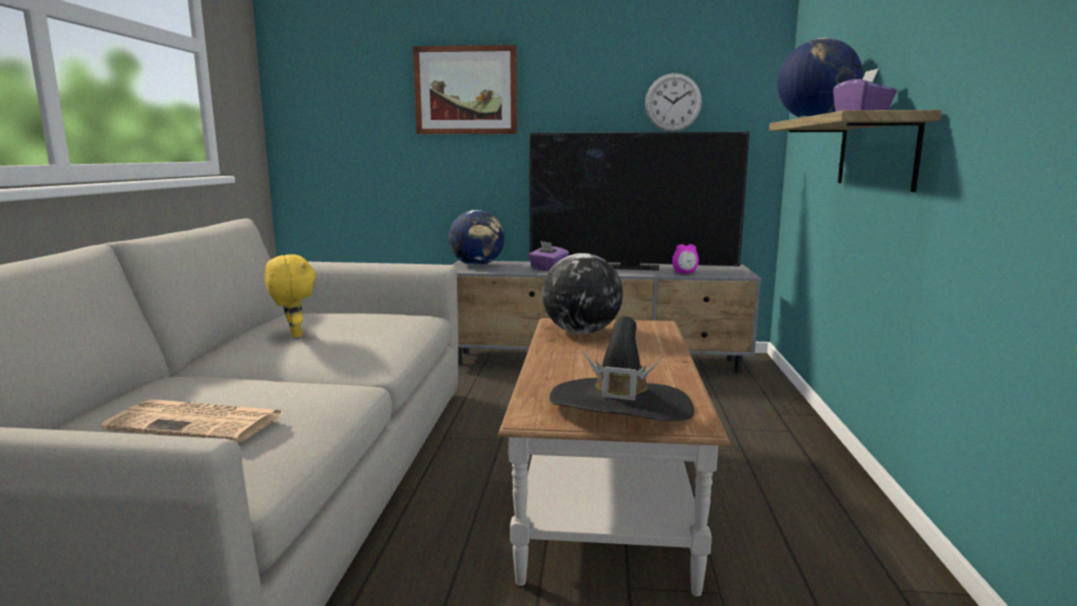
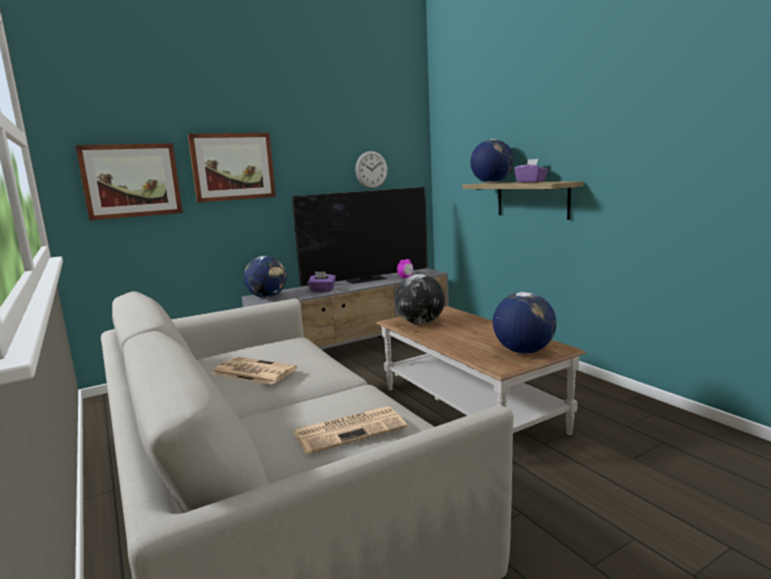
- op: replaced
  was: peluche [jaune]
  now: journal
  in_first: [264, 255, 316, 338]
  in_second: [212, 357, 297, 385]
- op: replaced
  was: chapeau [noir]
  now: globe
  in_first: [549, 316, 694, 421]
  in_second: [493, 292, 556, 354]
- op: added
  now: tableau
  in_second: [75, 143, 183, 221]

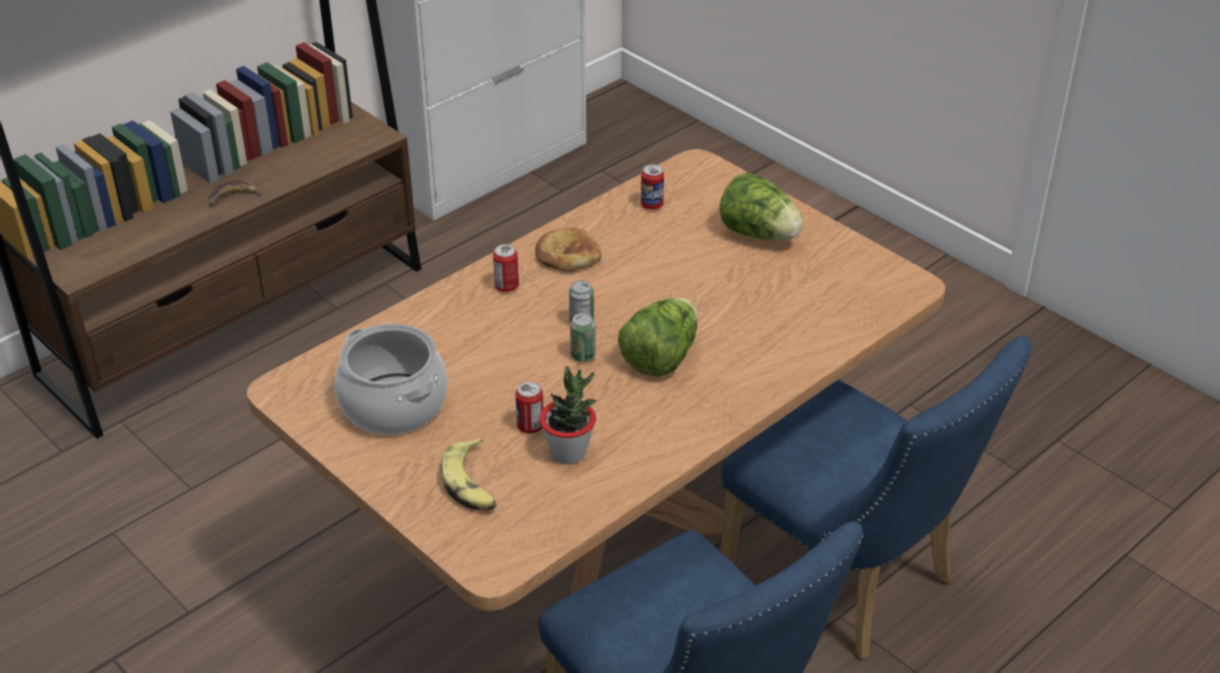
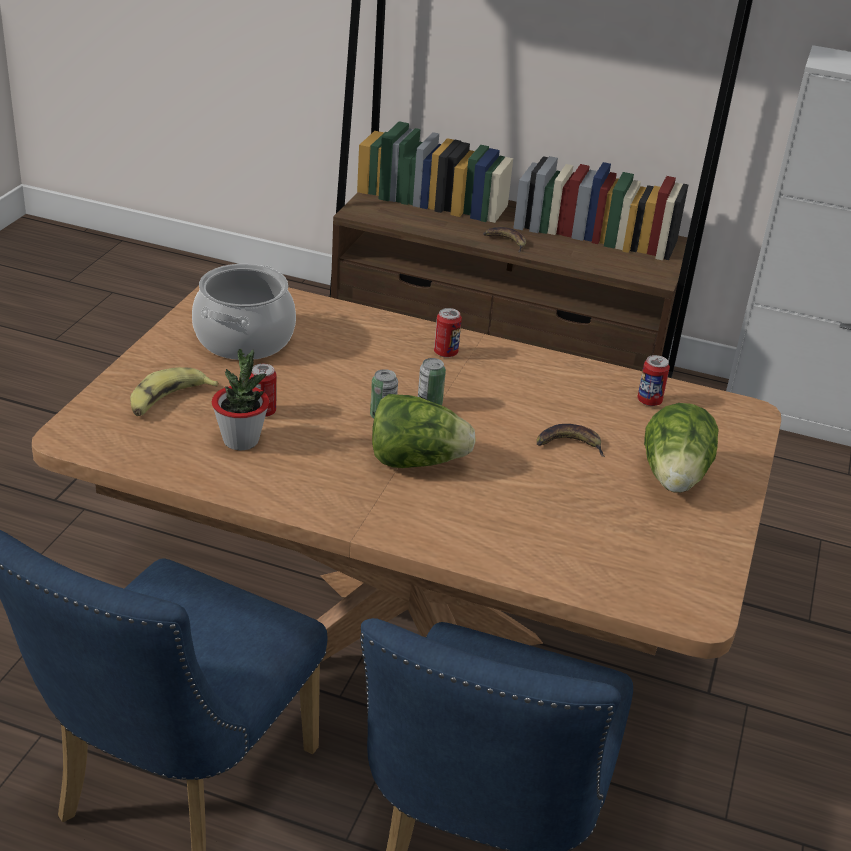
- op: removed
  was: pain
  in_first: [536, 228, 602, 271]
- op: added
  now: banane
  in_second: [537, 424, 605, 457]

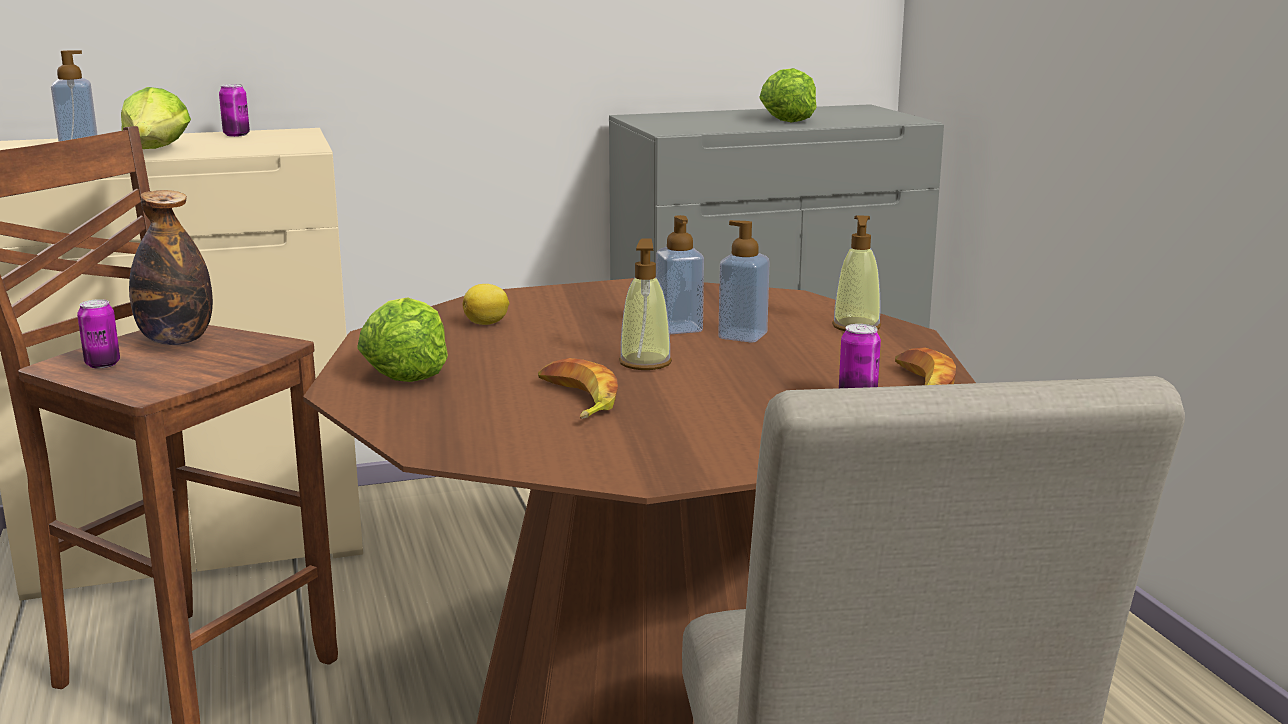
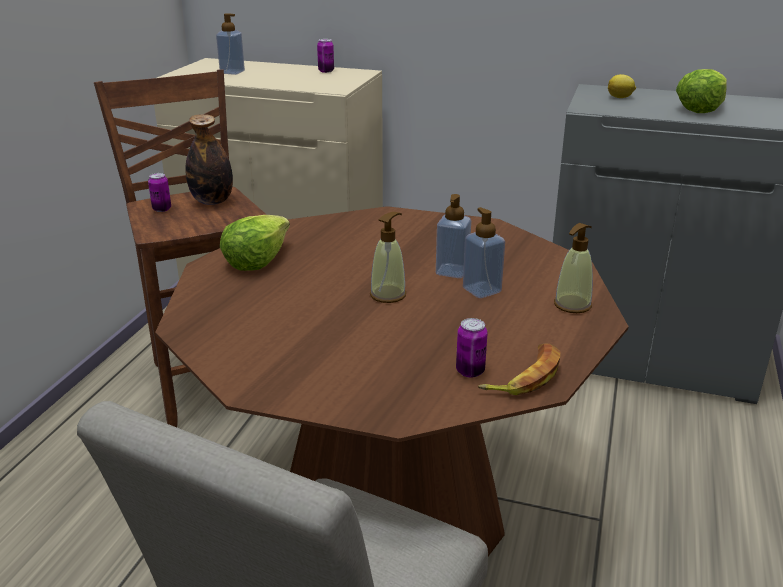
- op: removed
  was: laitue
  in_first: [121, 87, 191, 149]
- op: moved
  was: citron
  in_first: [462, 284, 509, 325]
  in_second: [608, 74, 636, 98]
- op: removed
  was: banane
  in_first: [538, 358, 618, 419]

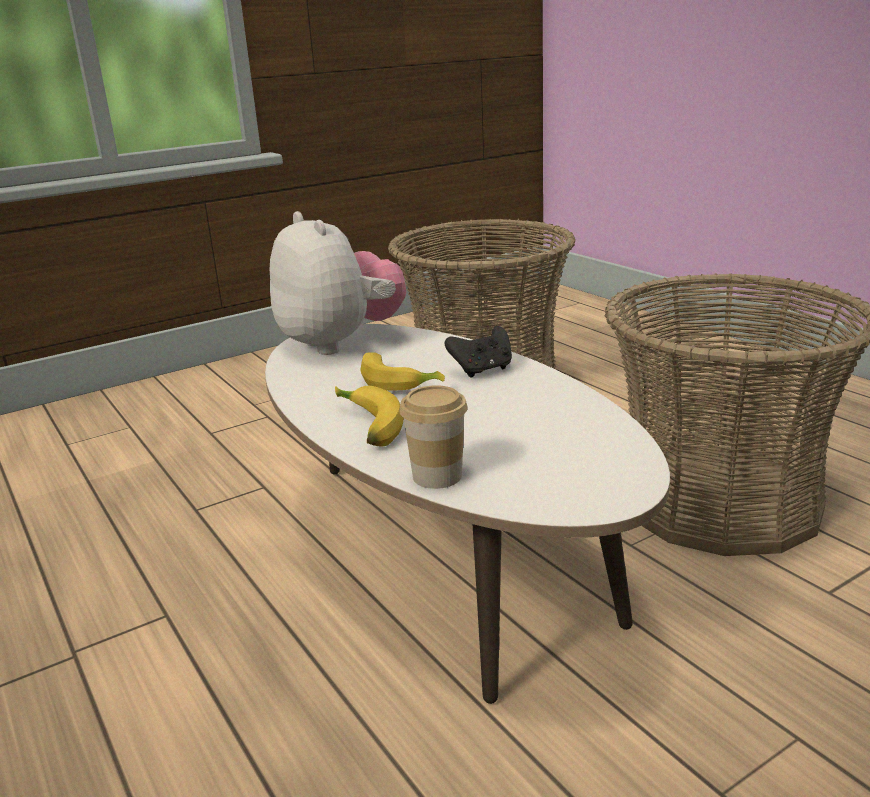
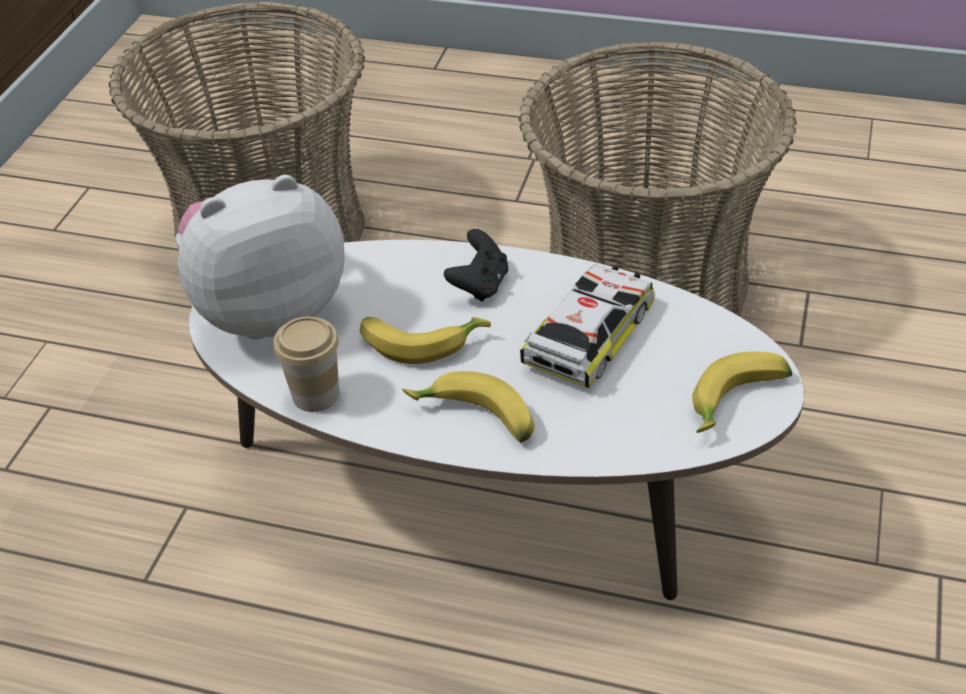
- op: turned
  was: peluche
  in_first: [270, 211, 406, 355]
  in_second: [175, 175, 345, 339]
  clockwise: -45
- op: moved
  was: tasse
  in_first: [399, 385, 468, 489]
  in_second: [273, 316, 339, 412]
- op: added
  now: petite voiture
  in_second: [520, 264, 655, 388]
- op: added
  now: banane
  in_second: [692, 352, 792, 433]

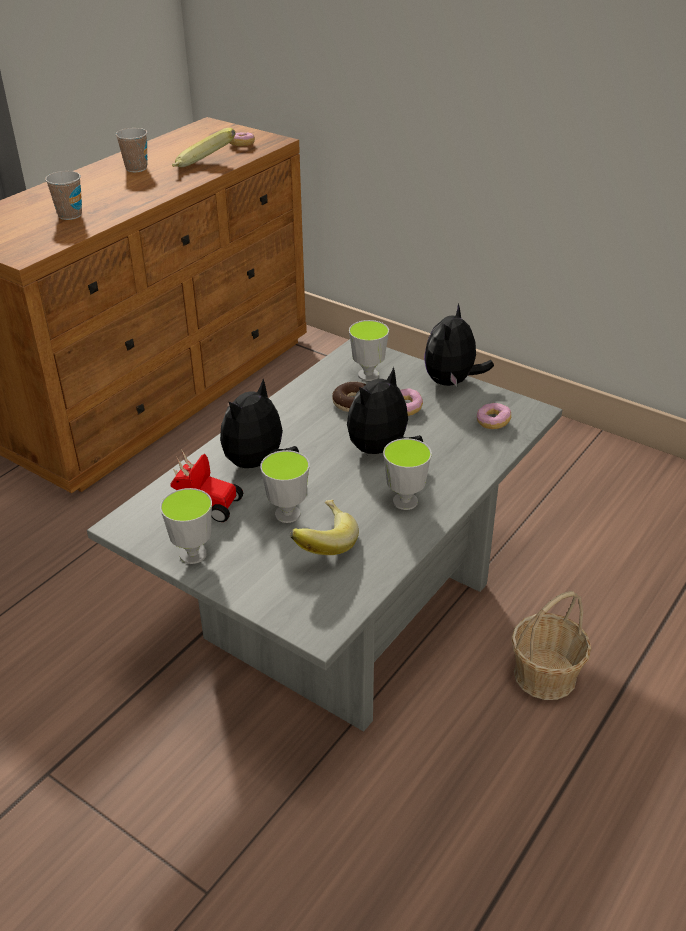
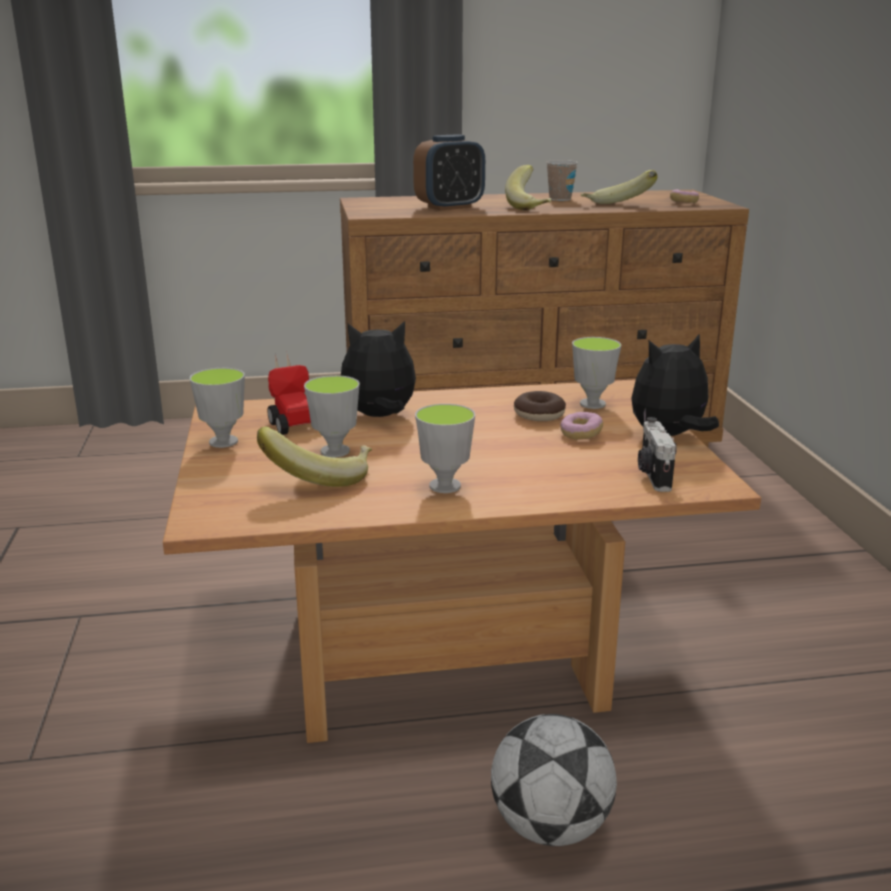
- op: replaced
  was: tasse
  now: réveil
  in_first: [45, 171, 82, 220]
  in_second: [413, 134, 485, 211]
- op: recoloured
  was: table basse [gris]
  now: table basse [marron]
  in_first: [87, 339, 562, 732]
  in_second: [163, 379, 761, 743]
- op: removed
  was: peluche
  in_first: [347, 367, 423, 454]
- op: replaced
  was: beignet
  now: appareil photo
  in_first: [477, 403, 511, 429]
  in_second: [638, 417, 677, 492]
- op: replaced
  was: panier
  now: ballon de foot
  in_first: [511, 591, 591, 700]
  in_second: [491, 714, 617, 846]
- op: added
  now: banane
  in_second: [505, 165, 552, 210]

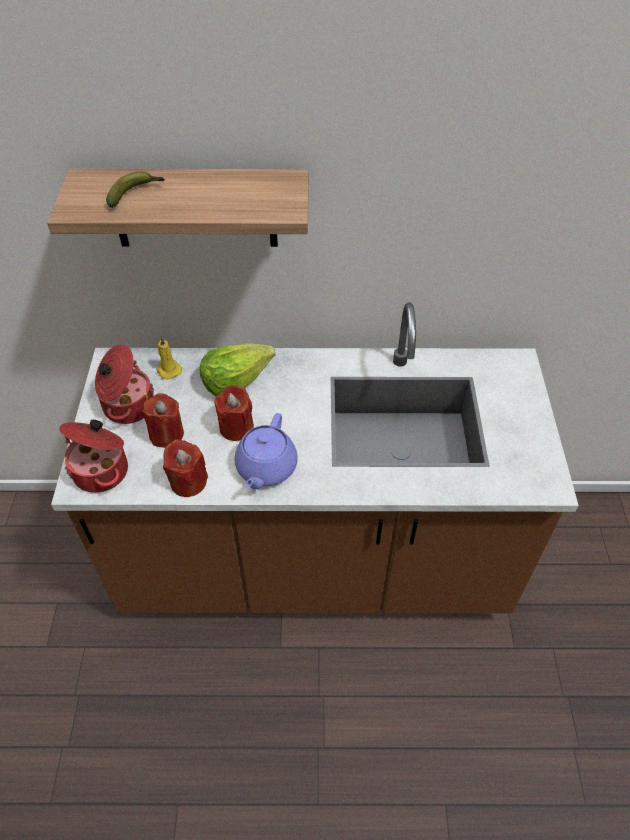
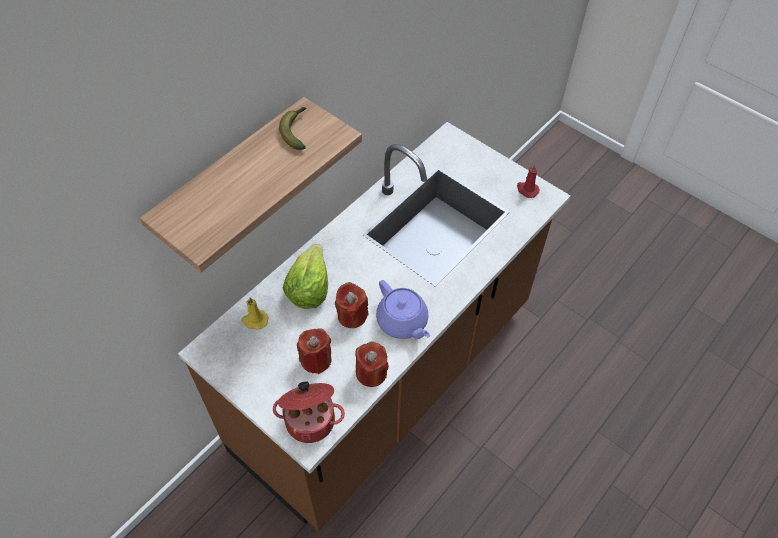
- op: removed
  was: marmite
  in_first: [95, 344, 154, 424]
- op: moved
  was: banane
  in_first: [106, 171, 165, 208]
  in_second: [279, 107, 306, 150]
- op: added
  now: bougie [rouge]
  in_second: [517, 164, 539, 198]

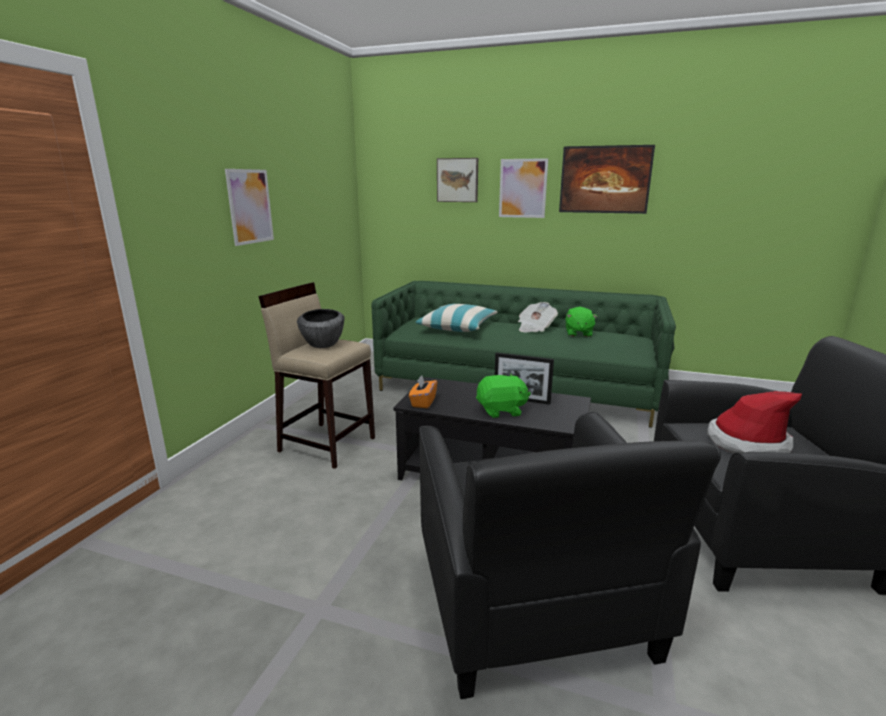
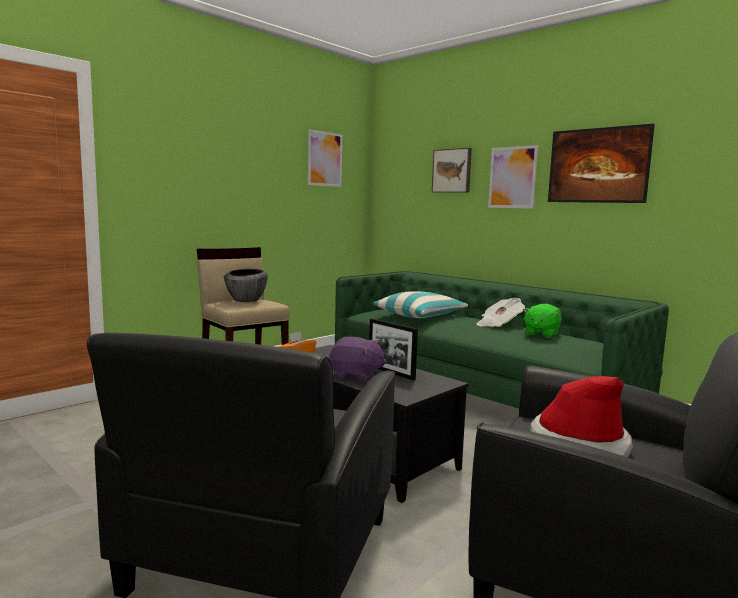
- op: moved
  was: tableau
  in_first: [225, 169, 274, 246]
  in_second: [308, 129, 342, 187]
- op: recoloured
  was: peluche [vert]
  now: peluche [violet]
  in_first: [476, 374, 531, 418]
  in_second: [329, 337, 387, 382]

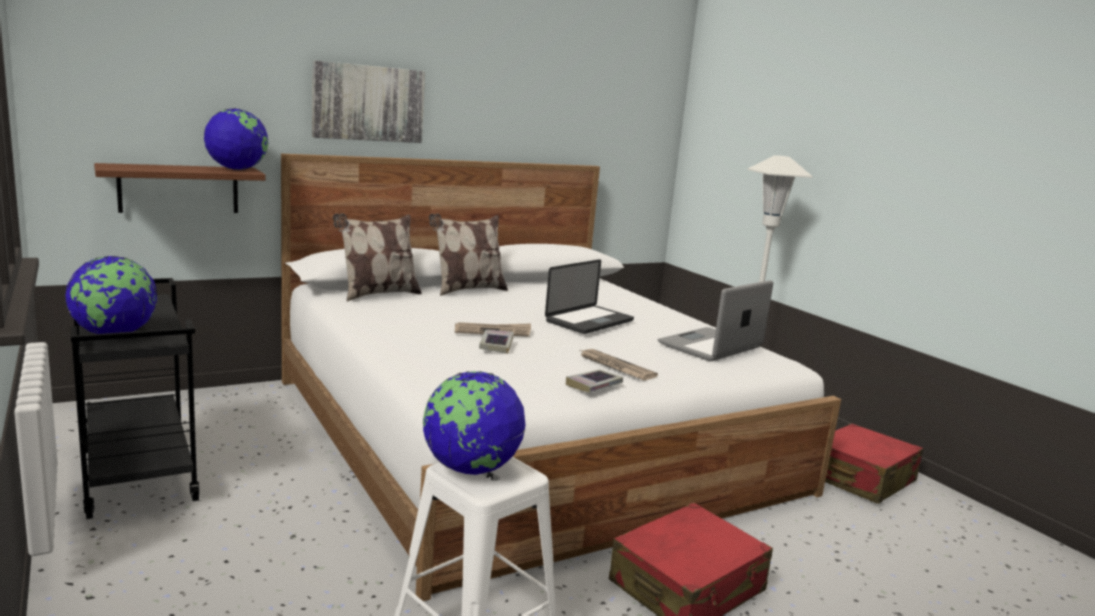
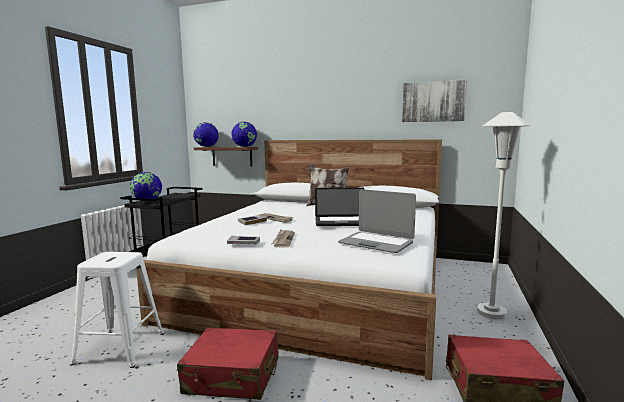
- op: moved
  was: tableau
  in_first: [312, 60, 425, 143]
  in_second: [402, 80, 467, 122]
- op: removed
  was: coussin
  in_first: [333, 213, 422, 301]
- op: moved
  was: globe
  in_first: [423, 371, 525, 475]
  in_second: [194, 122, 219, 147]
- op: turned
  was: ordinateur portable
  in_first: [658, 280, 773, 361]
  in_second: [338, 189, 416, 253]
  clockwise: -150

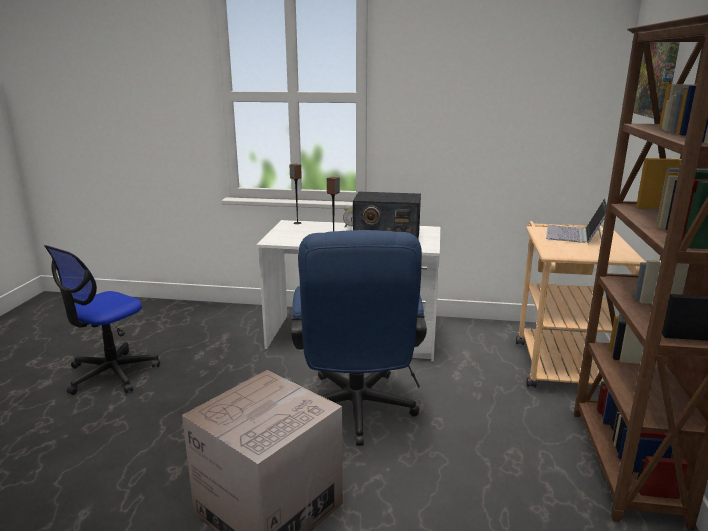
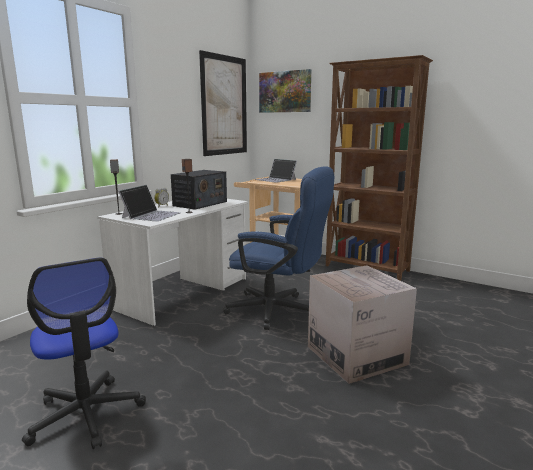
- op: added
  now: ordinateur portable
  in_second: [118, 185, 181, 222]
- op: added
  now: tableau
  in_second: [199, 50, 247, 156]

